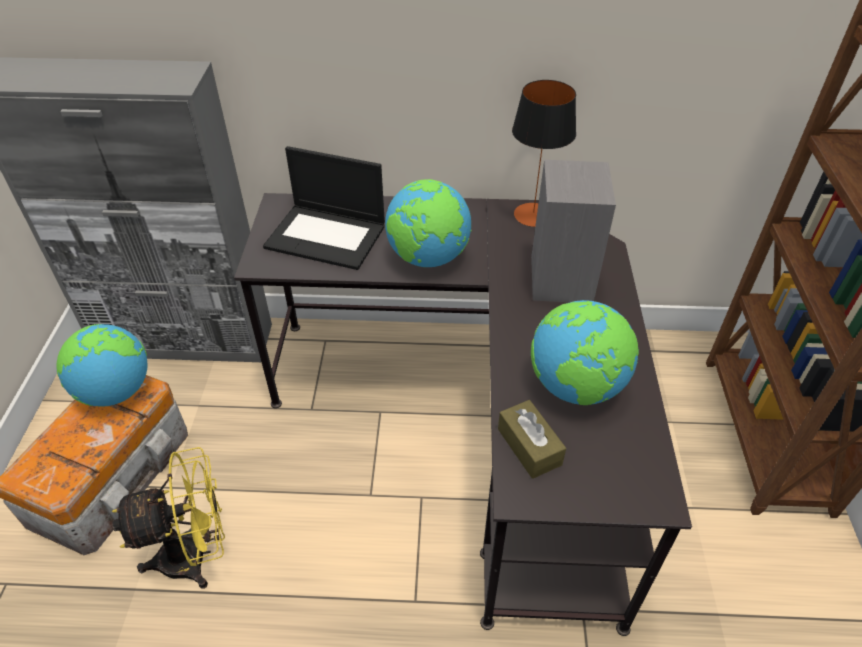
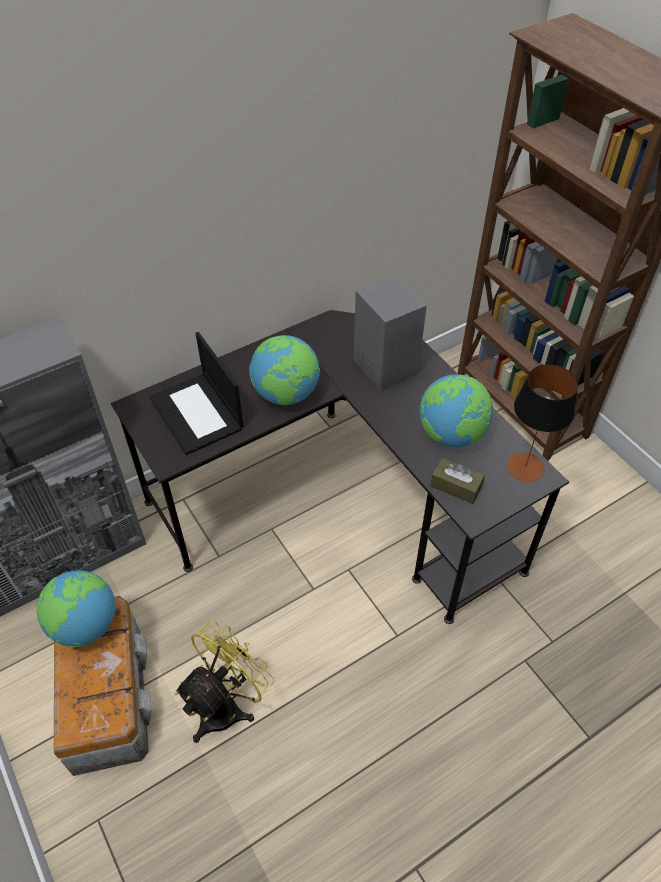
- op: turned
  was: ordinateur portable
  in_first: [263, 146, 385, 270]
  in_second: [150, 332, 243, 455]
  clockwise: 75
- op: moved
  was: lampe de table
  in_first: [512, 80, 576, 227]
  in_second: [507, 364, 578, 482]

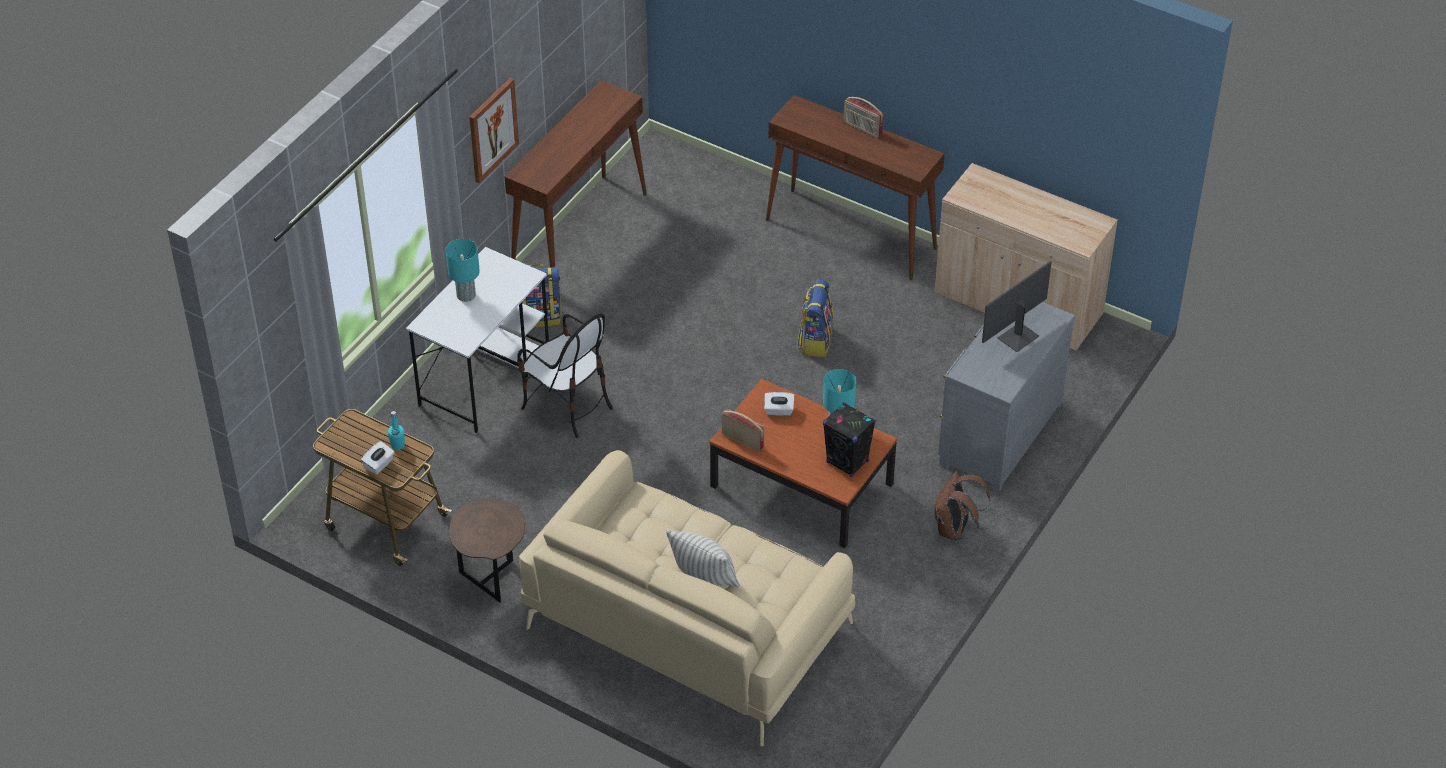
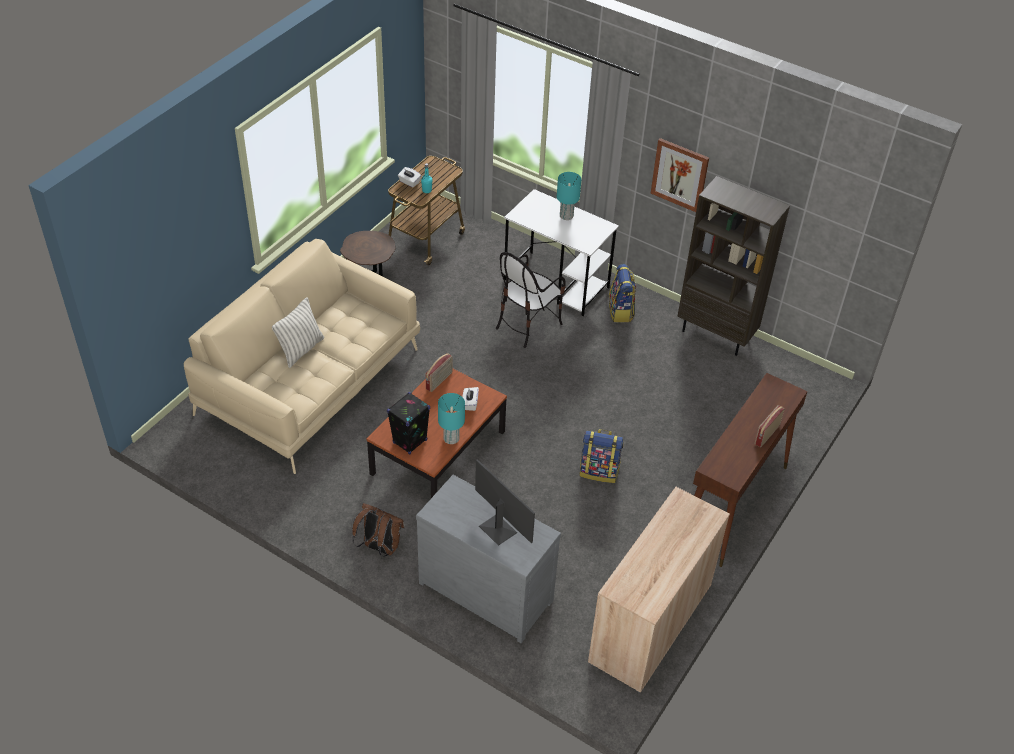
- op: replaced
  was: table console [marron]
  now: bibliothèque [marron]
  in_first: [505, 80, 647, 268]
  in_second: [677, 176, 790, 356]

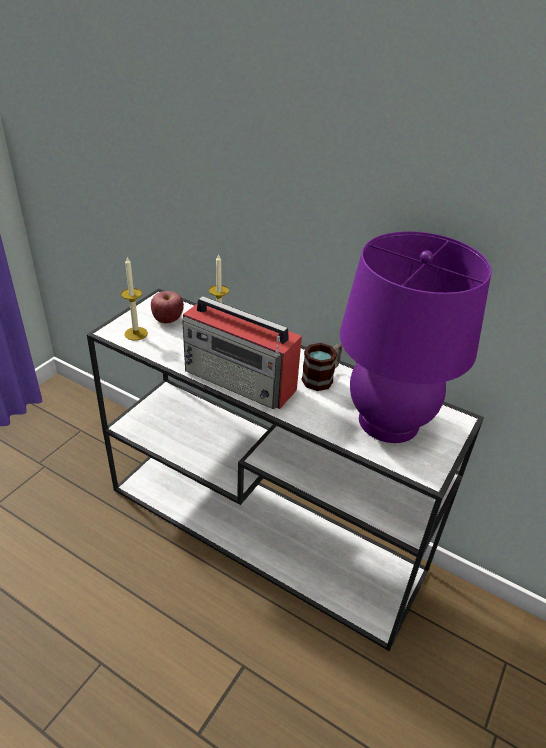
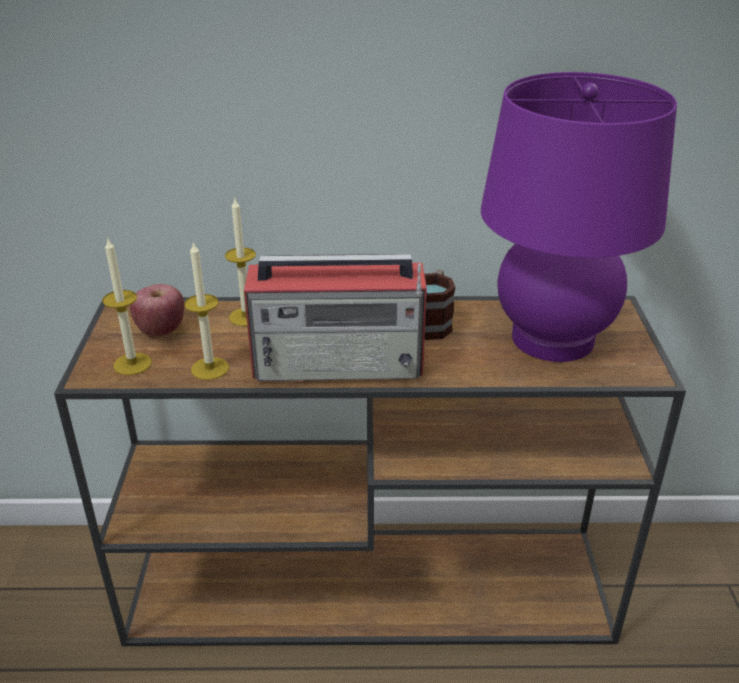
- op: recoloured
  was: table console [blanc]
  now: table console [marron]
  in_first: [87, 288, 484, 651]
  in_second: [54, 296, 686, 646]
- op: added
  now: bougie
  in_second: [184, 241, 229, 380]

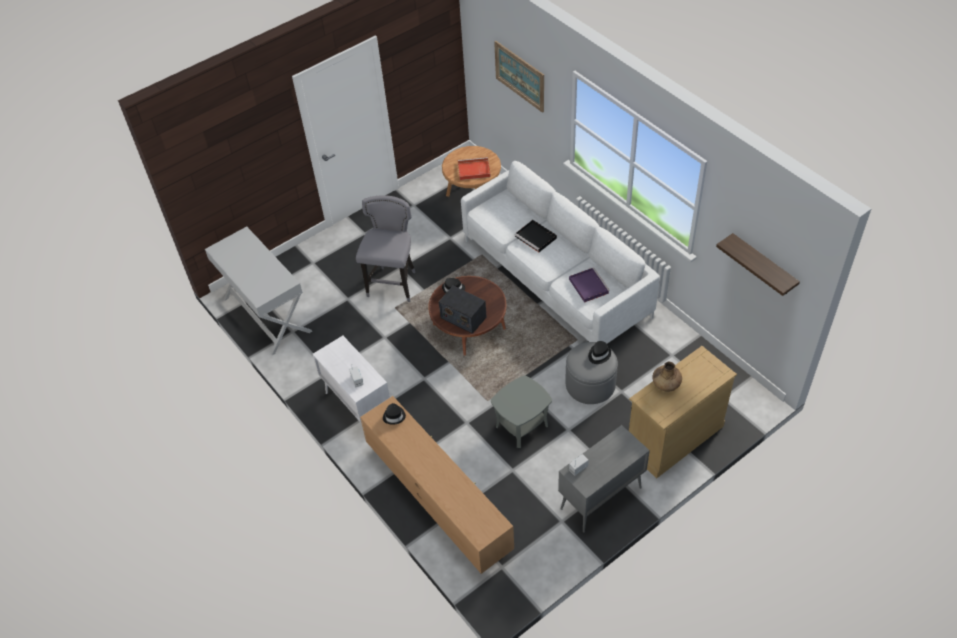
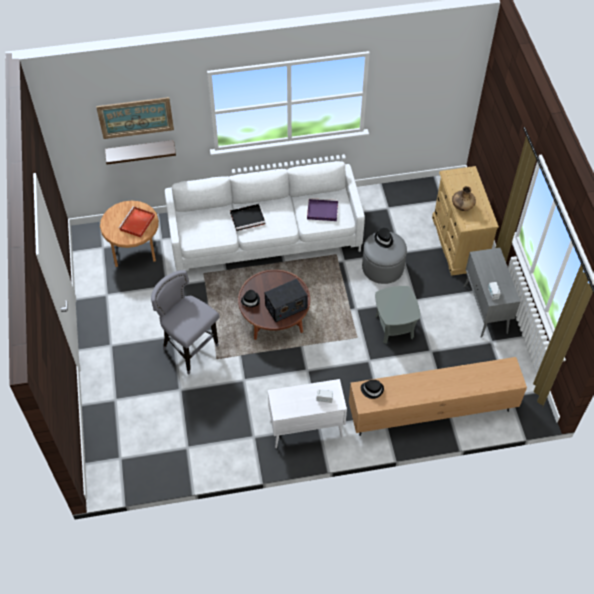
- op: removed
  was: table console [blanc]
  in_first: [205, 226, 312, 356]
- op: moved
  was: étagère
  in_first: [716, 233, 800, 296]
  in_second: [105, 140, 176, 165]

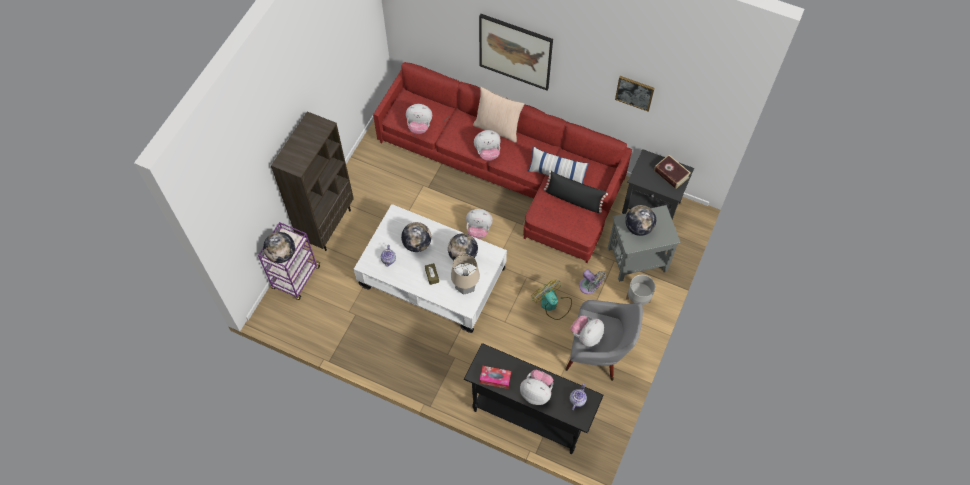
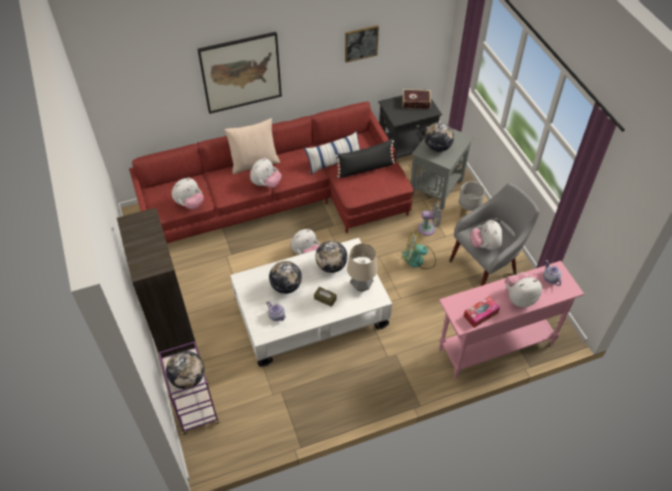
- op: recoloured
  was: table console [noir]
  now: table console [rose]
  in_first: [464, 343, 604, 454]
  in_second: [439, 261, 584, 379]

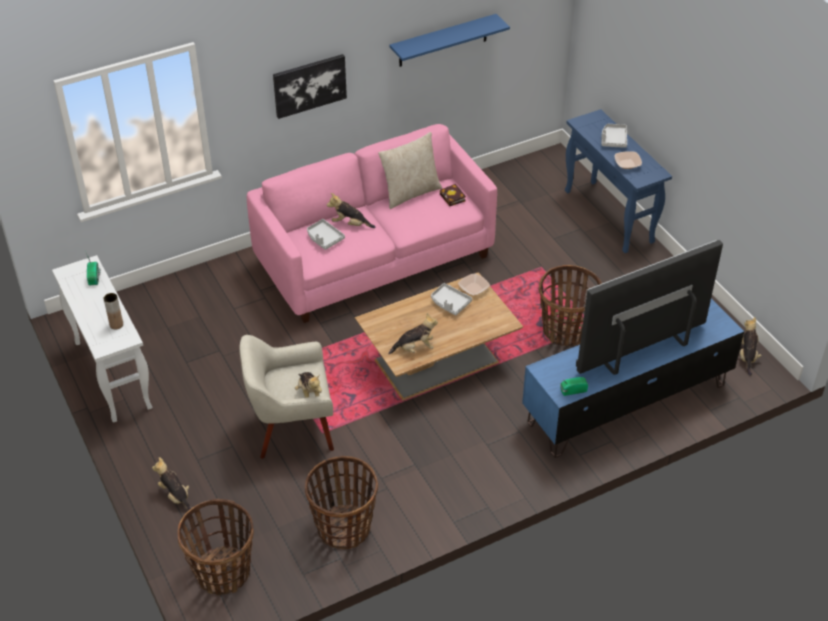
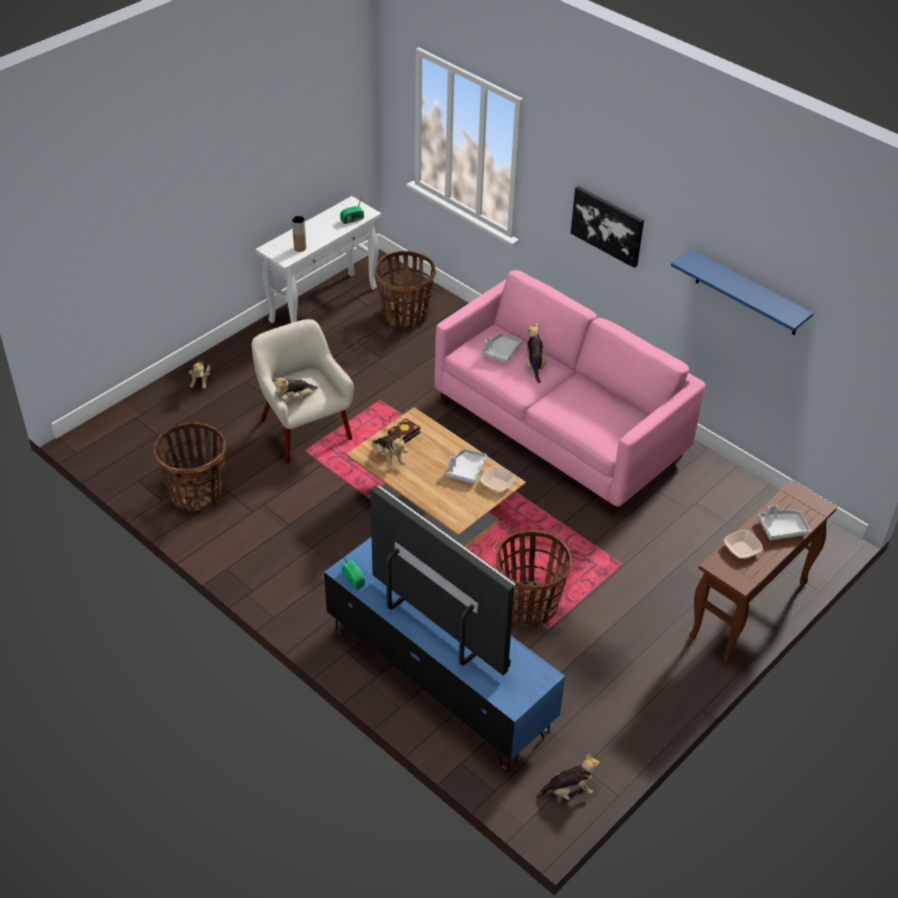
- op: turned
  was: peluche
  in_first: [152, 457, 192, 510]
  in_second: [189, 360, 210, 389]
  clockwise: 150
- op: moved
  was: panier
  in_first: [178, 499, 254, 595]
  in_second: [375, 250, 436, 329]
- op: removed
  was: coussin [beige]
  in_first: [378, 132, 442, 209]
- op: moved
  was: livre
  in_first: [440, 184, 466, 206]
  in_second: [388, 418, 420, 443]
- op: recoloured
  was: table console [bleu]
  now: table console [marron]
  in_first: [565, 109, 672, 253]
  in_second: [689, 480, 838, 663]

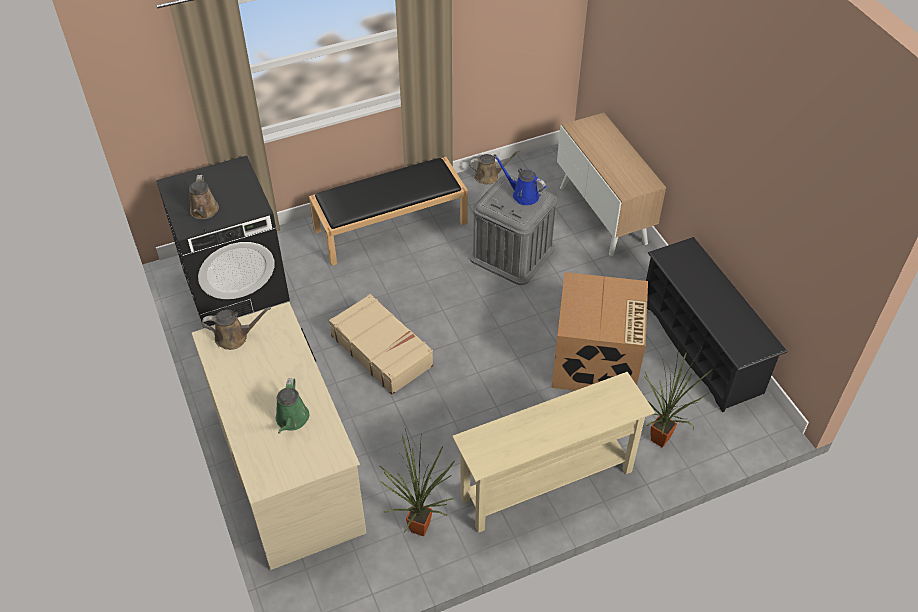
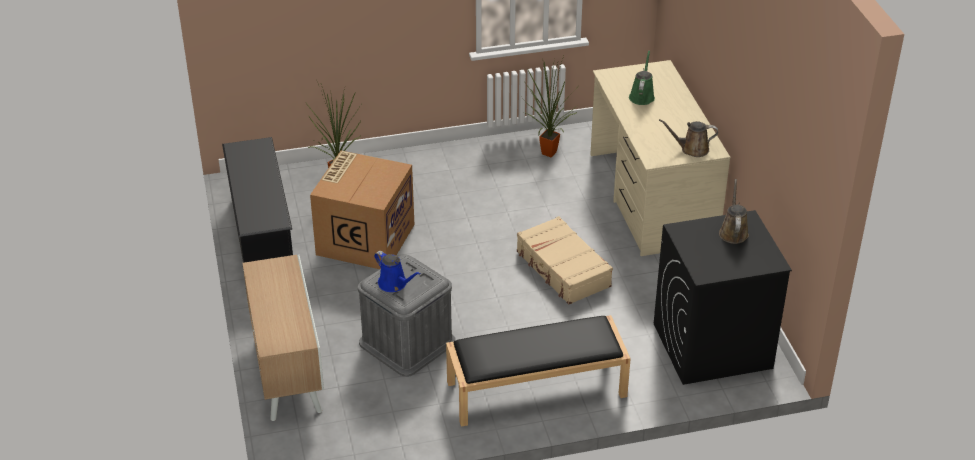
- op: removed
  was: table console [beige]
  in_first: [452, 372, 655, 533]
- op: removed
  was: arrosoir [marron]
  in_first: [469, 149, 521, 185]

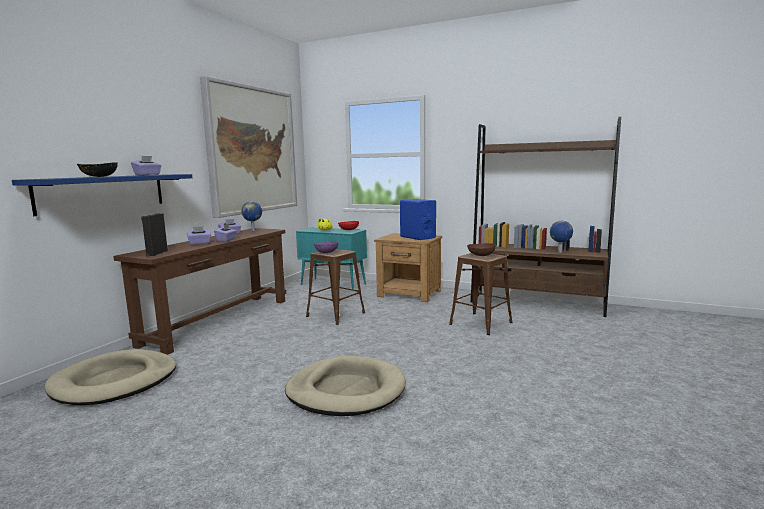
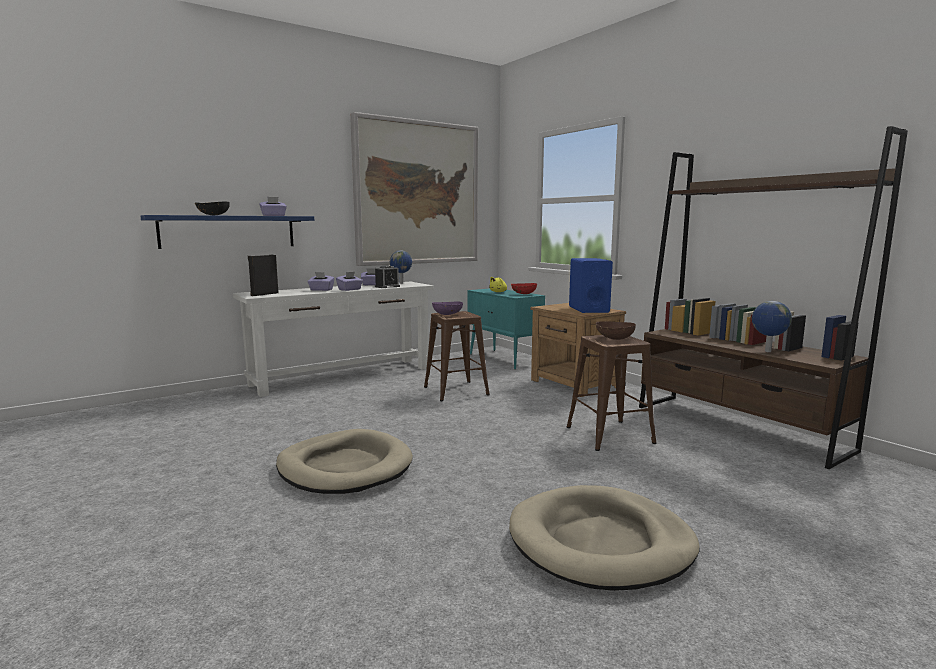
- op: moved
  was: panier pour chien [beige]
  in_first: [44, 349, 176, 405]
  in_second: [509, 485, 699, 591]
- op: recoloured
  was: table console [marron]
  now: table console [blanc]
  in_first: [113, 228, 286, 355]
  in_second: [233, 282, 433, 397]
- op: added
  now: réveil
  in_second: [375, 265, 400, 288]

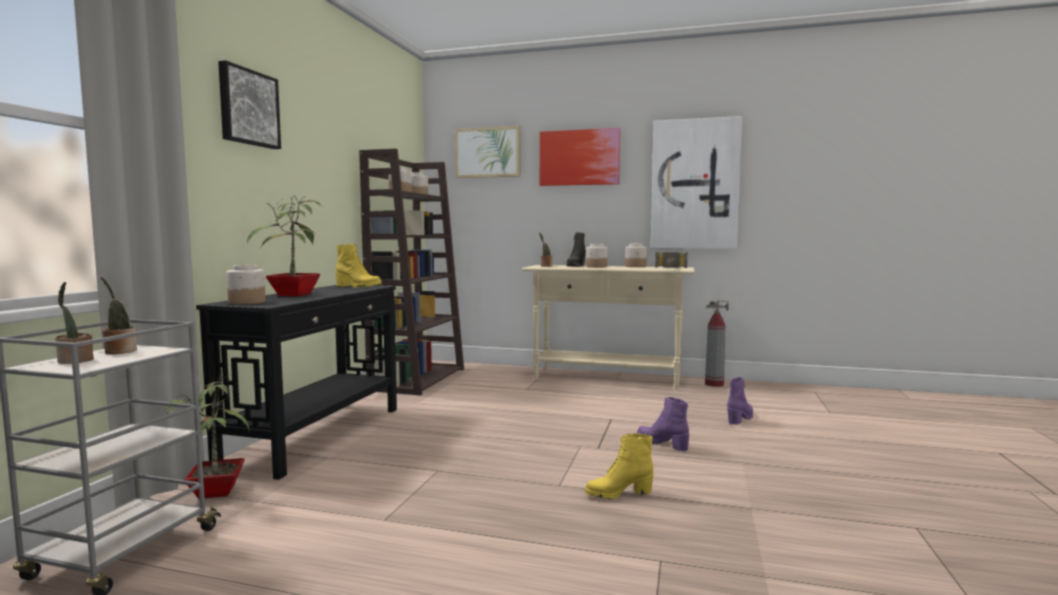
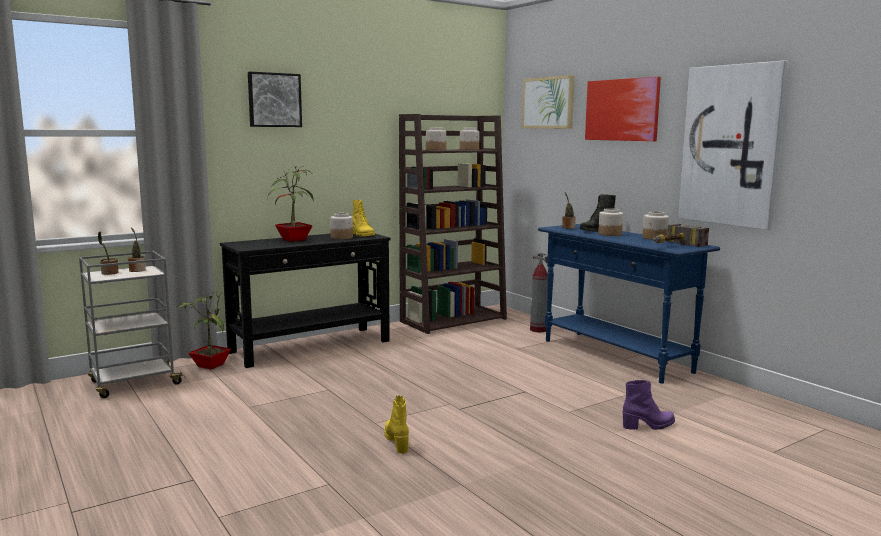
- op: moved
  was: bocal
  in_first: [226, 265, 266, 304]
  in_second: [330, 213, 353, 239]
- op: recoloured
  was: table console [beige]
  now: table console [bleu]
  in_first: [522, 265, 695, 389]
  in_second: [538, 224, 720, 384]
- op: turned
  was: botte [jaune]
  in_first: [585, 433, 654, 499]
  in_second: [384, 395, 409, 454]
  clockwise: 45
- op: removed
  was: botte [violet]
  in_first: [637, 397, 689, 451]
- op: moved
  was: extincteur
  in_first: [705, 301, 729, 387]
  in_second: [530, 253, 548, 333]

